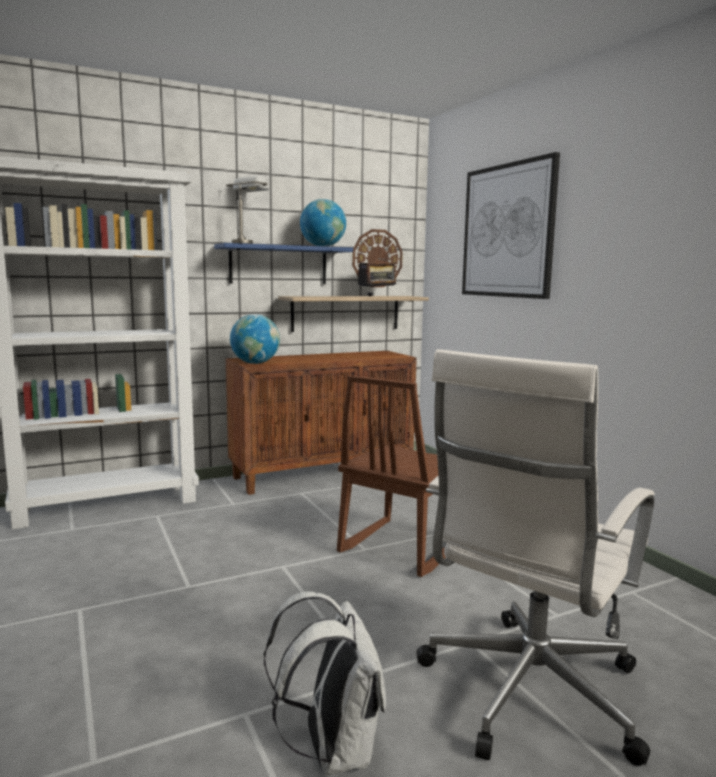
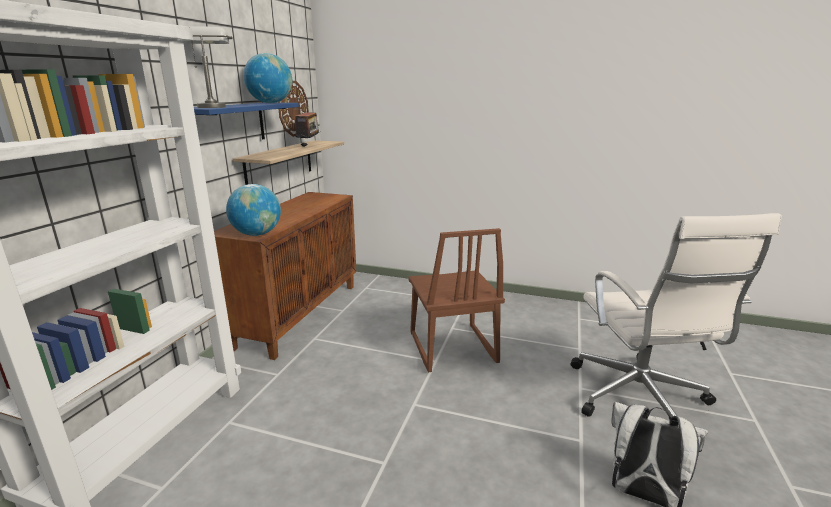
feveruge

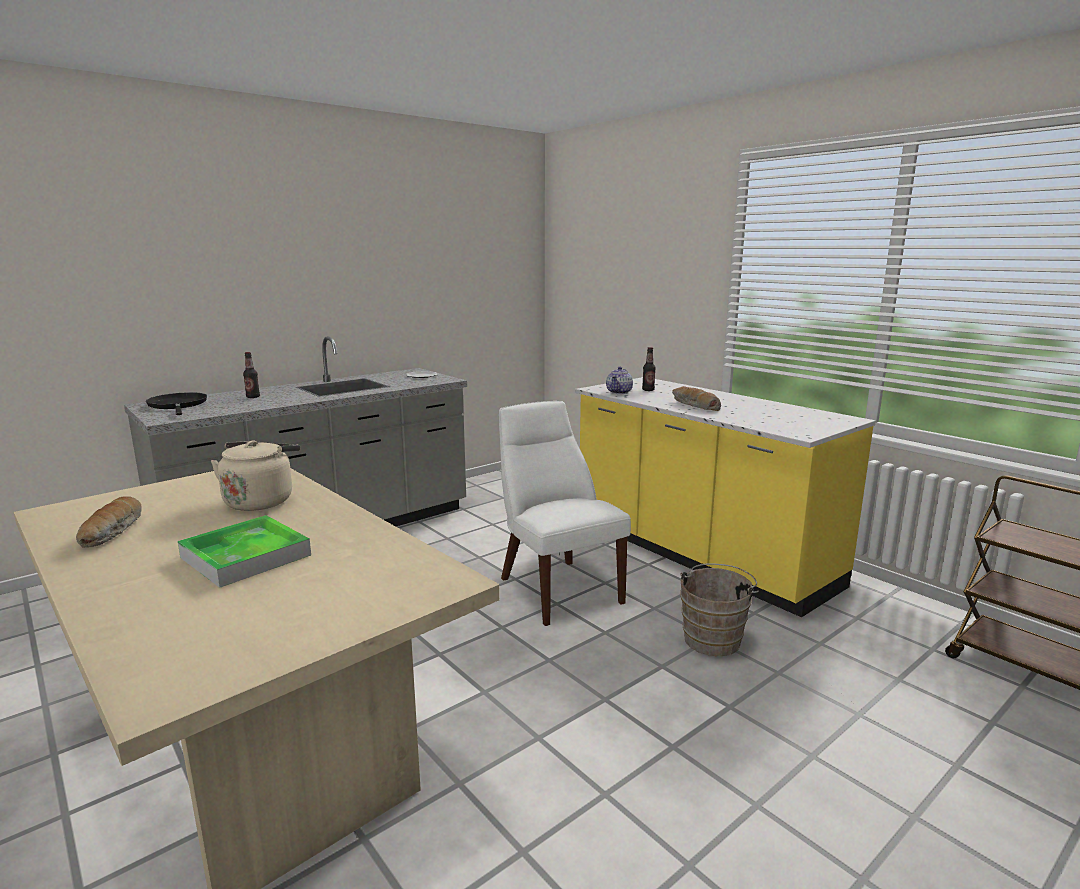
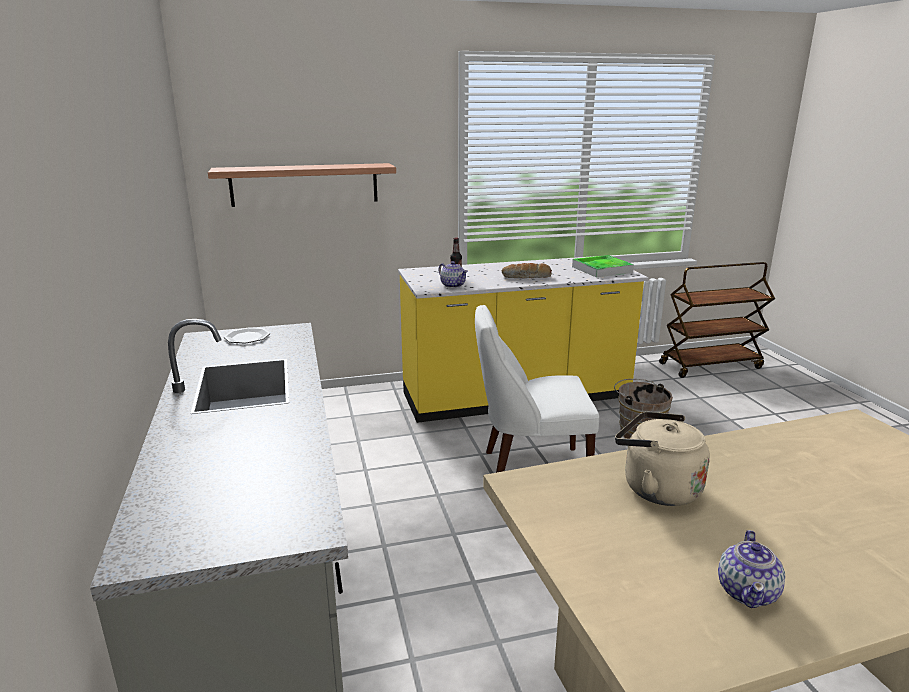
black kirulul; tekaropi (1st from left in the first image); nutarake; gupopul; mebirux (2nd from left)

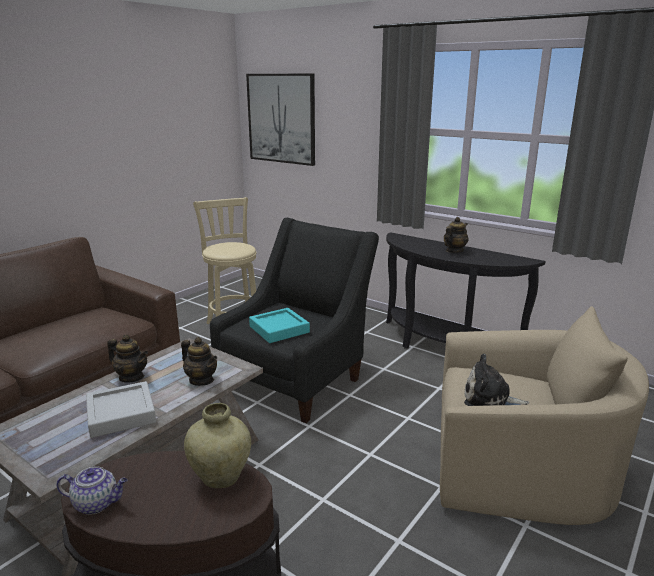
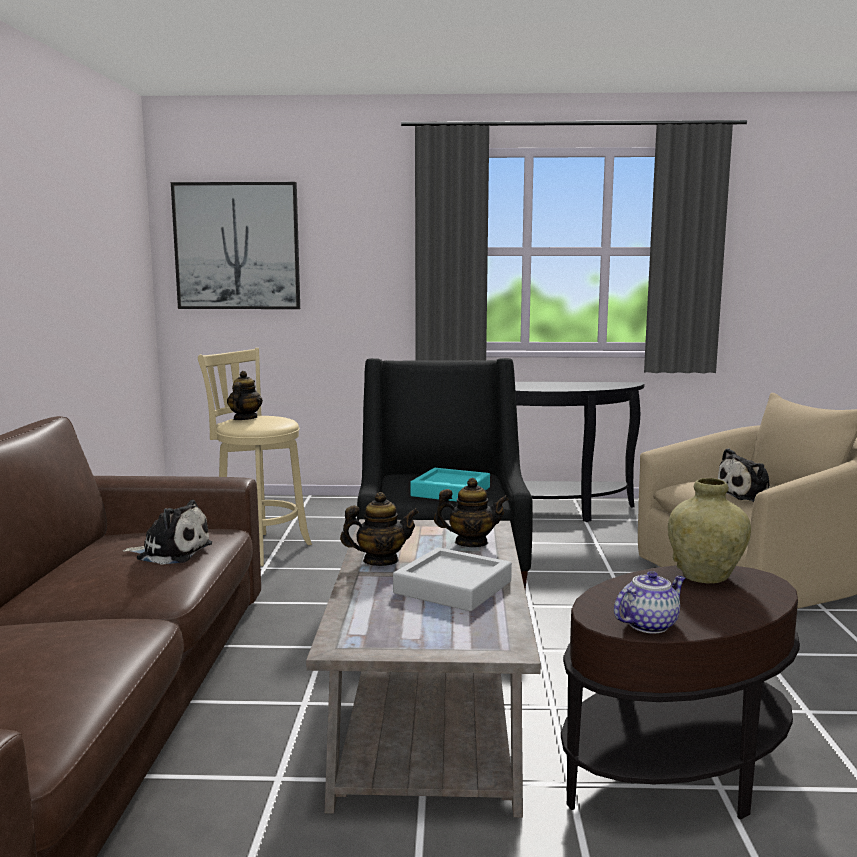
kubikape (1st from left); mebirux (1st from left)

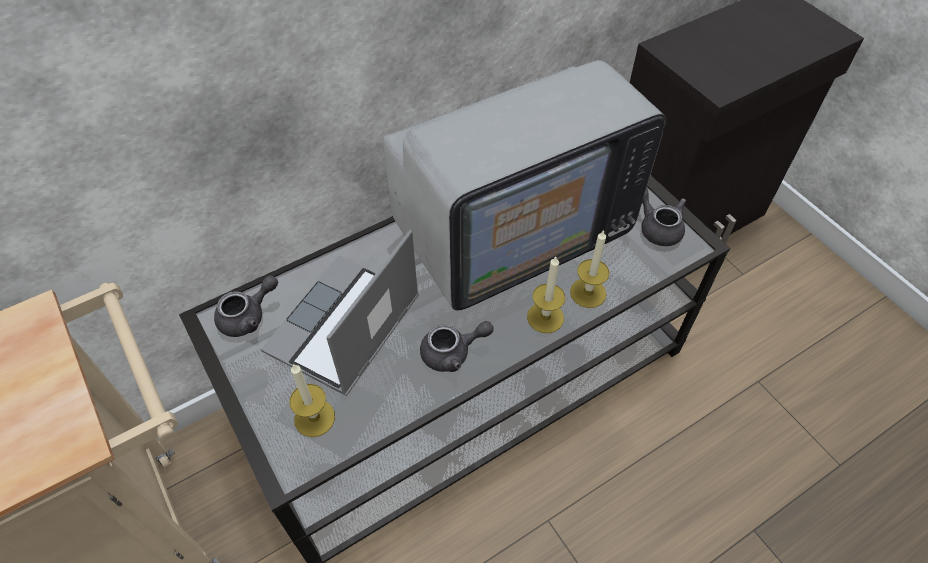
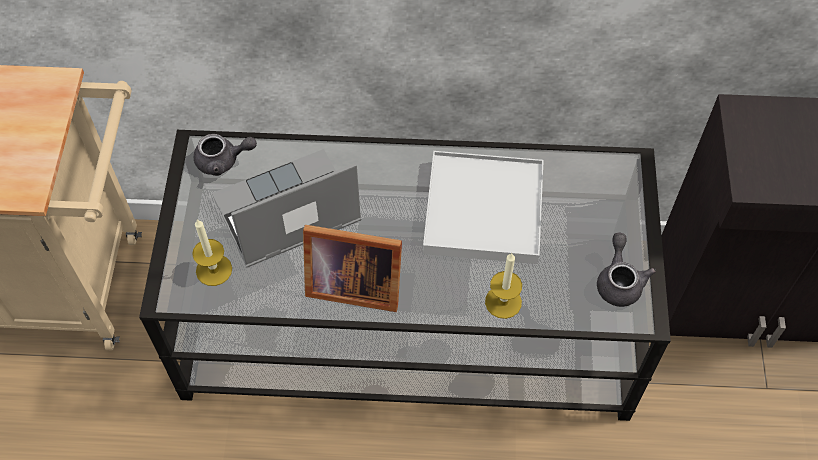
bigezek (2nd from left in the first image); white gupopul; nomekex

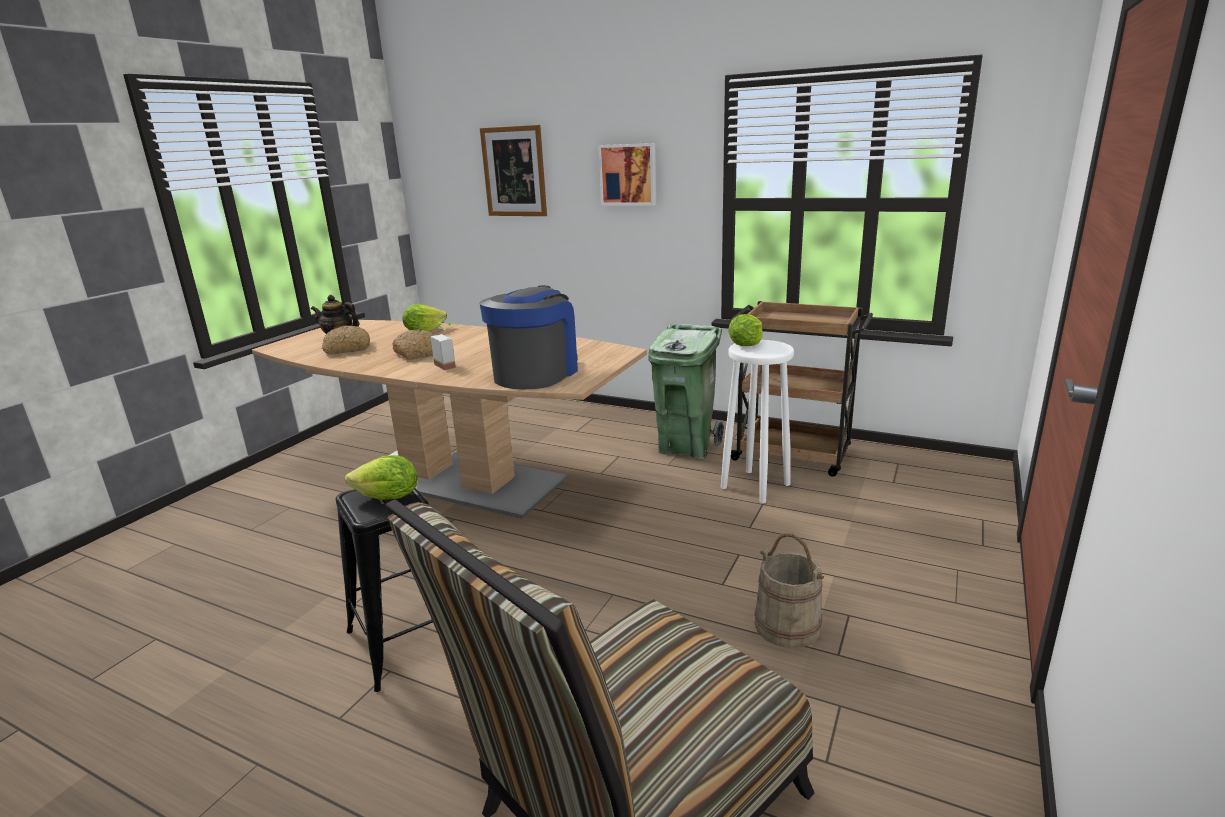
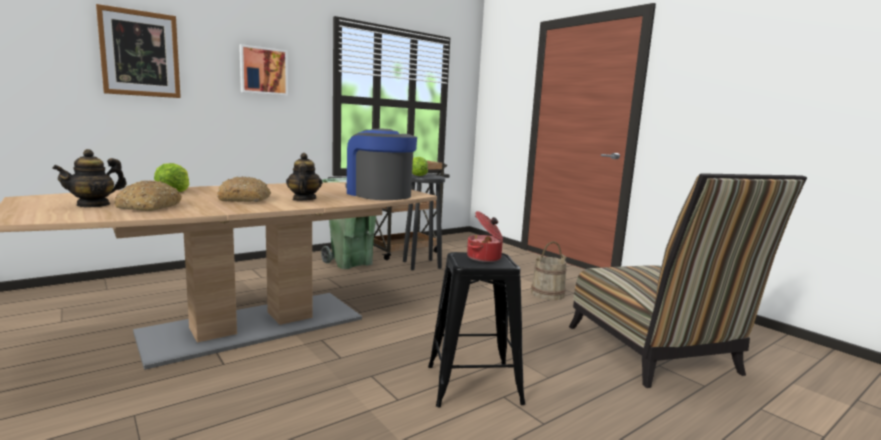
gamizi; mebirux (2nd from left); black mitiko (1st from left)

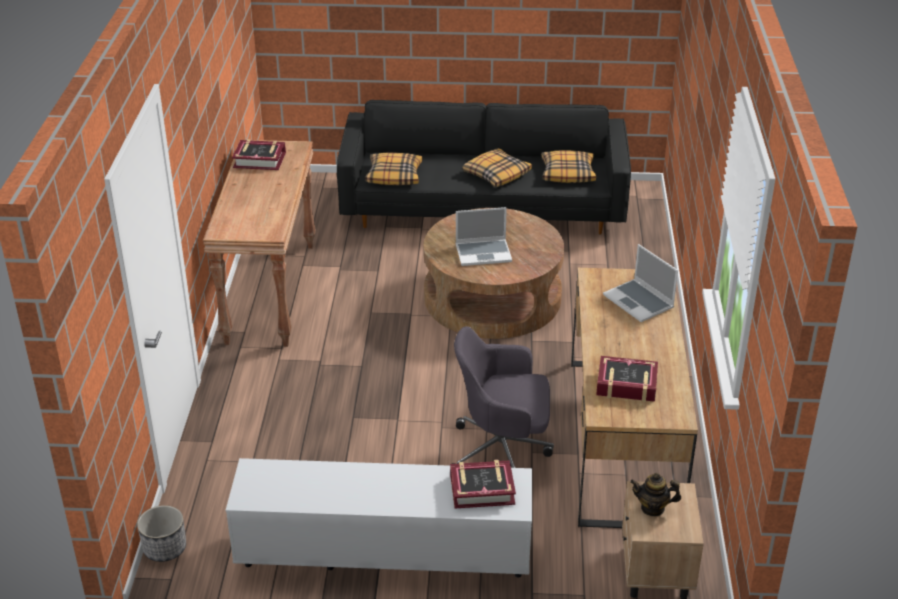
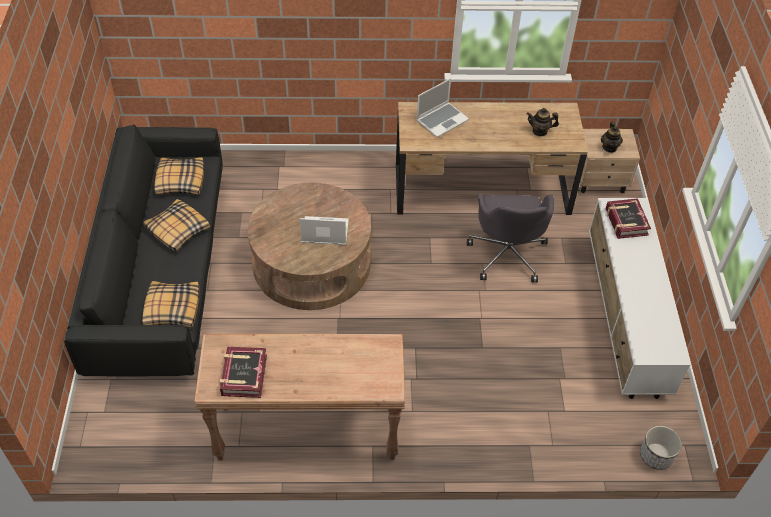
mebirux (1st from left); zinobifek (1st from left)

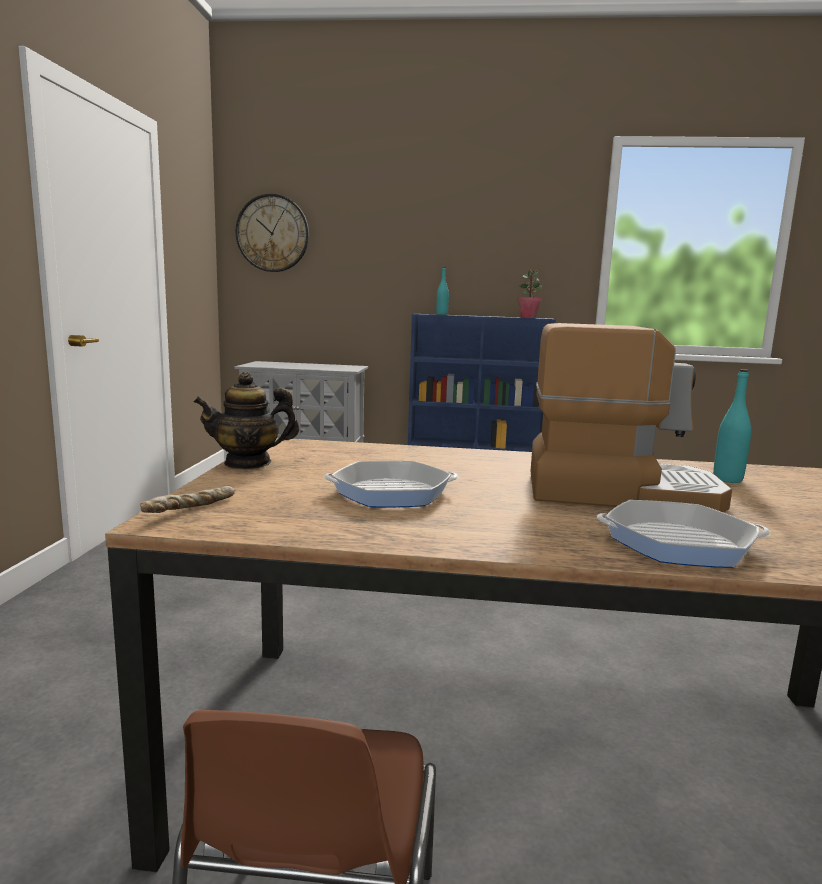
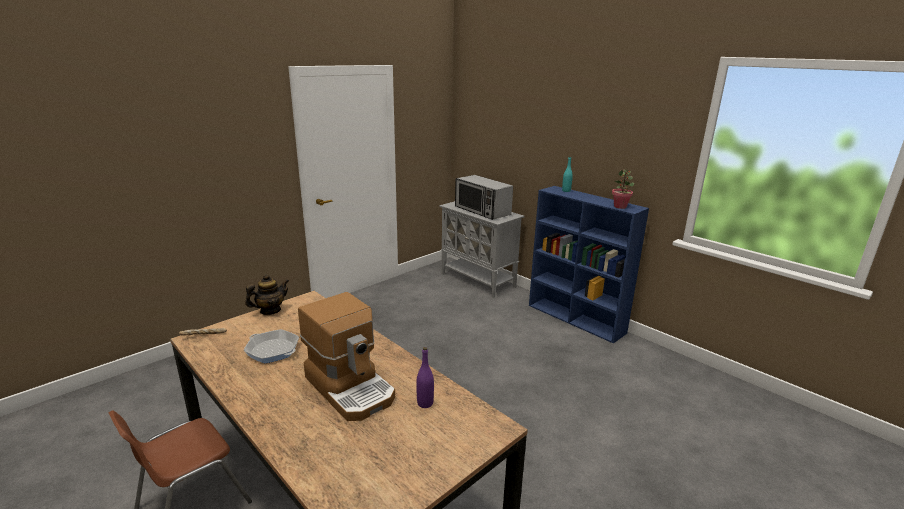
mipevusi; kirulul (2nd from left in the first image); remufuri; purple tekaropi; mebirux

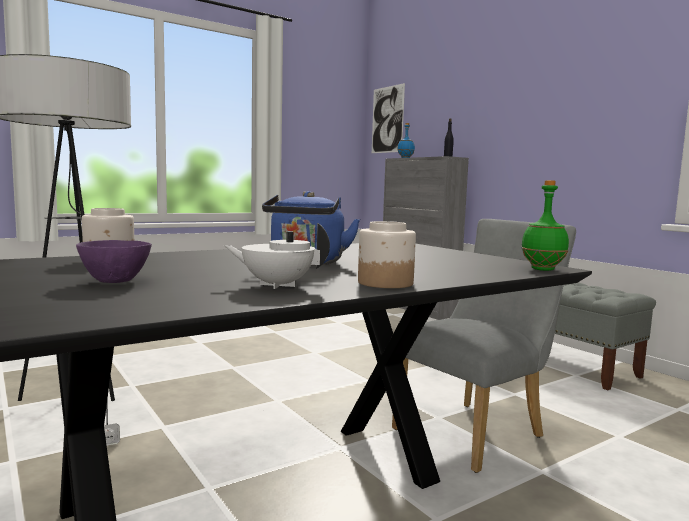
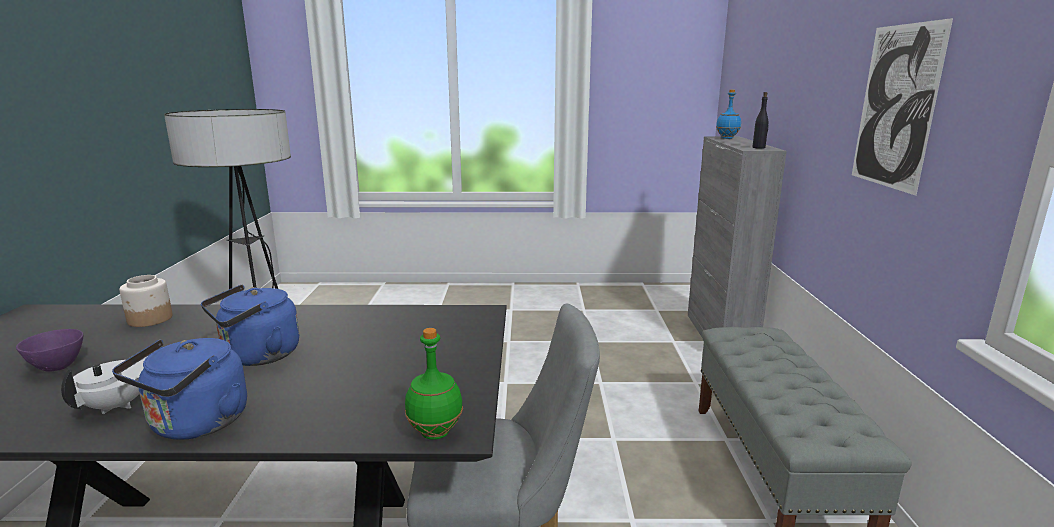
feveruge; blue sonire (1st from left); white mebirux

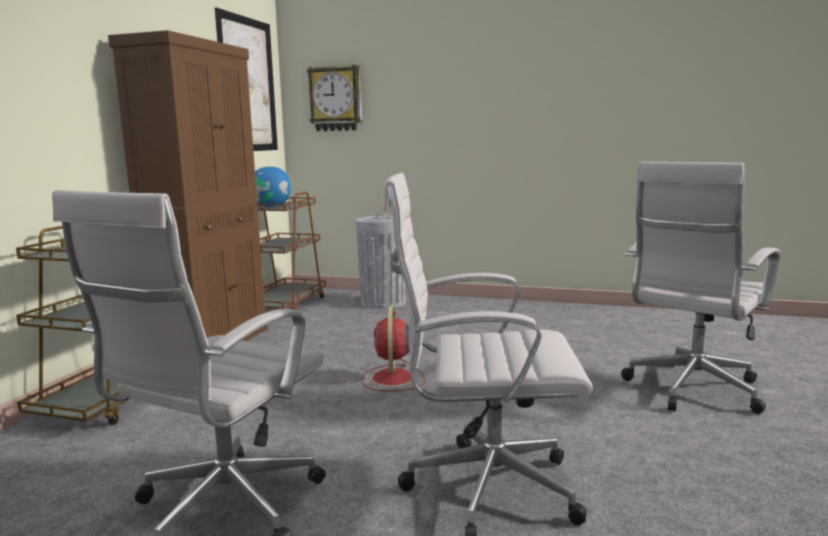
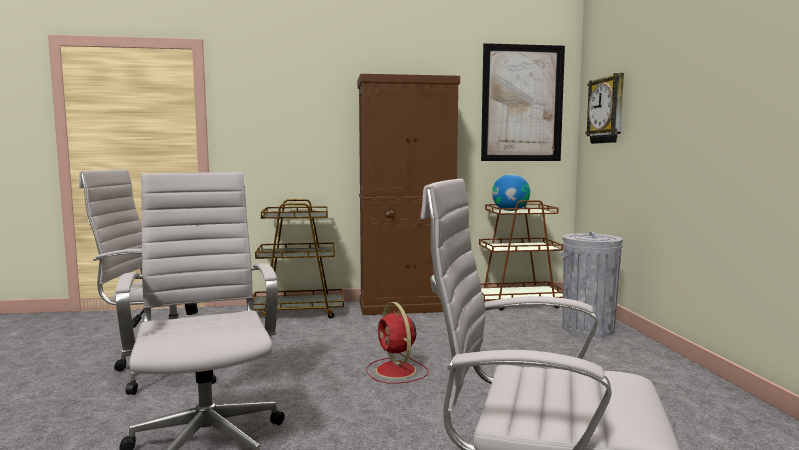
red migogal

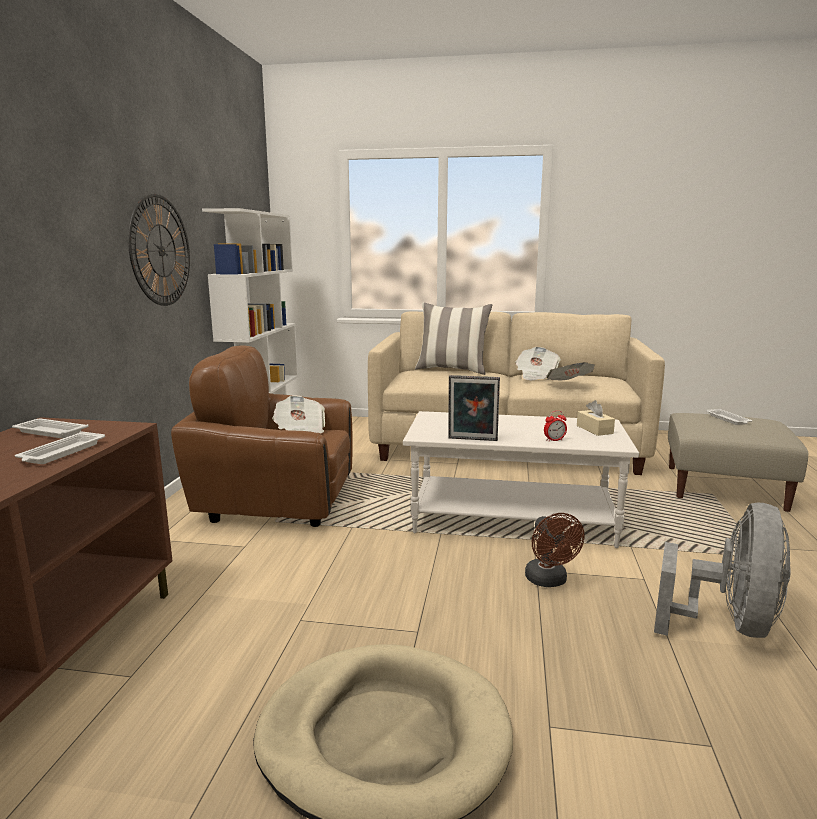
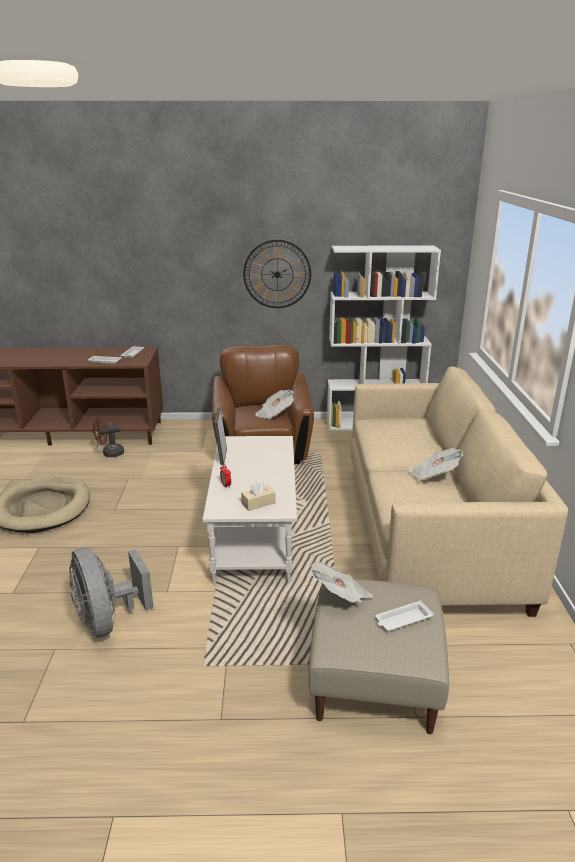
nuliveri; brown migogal; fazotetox (2nd from left); grey migogal

